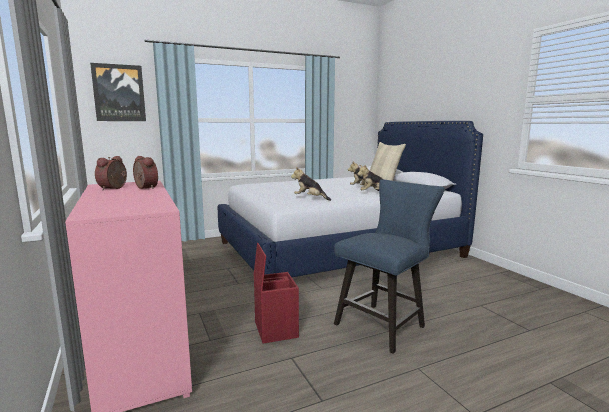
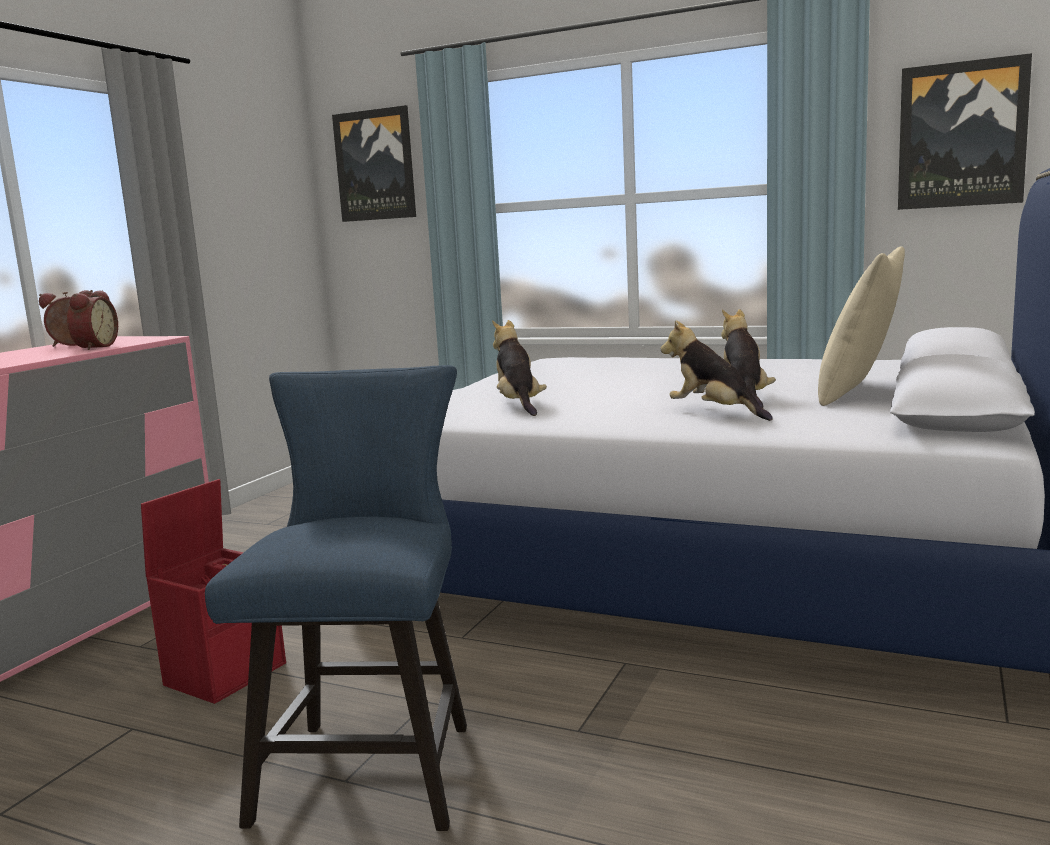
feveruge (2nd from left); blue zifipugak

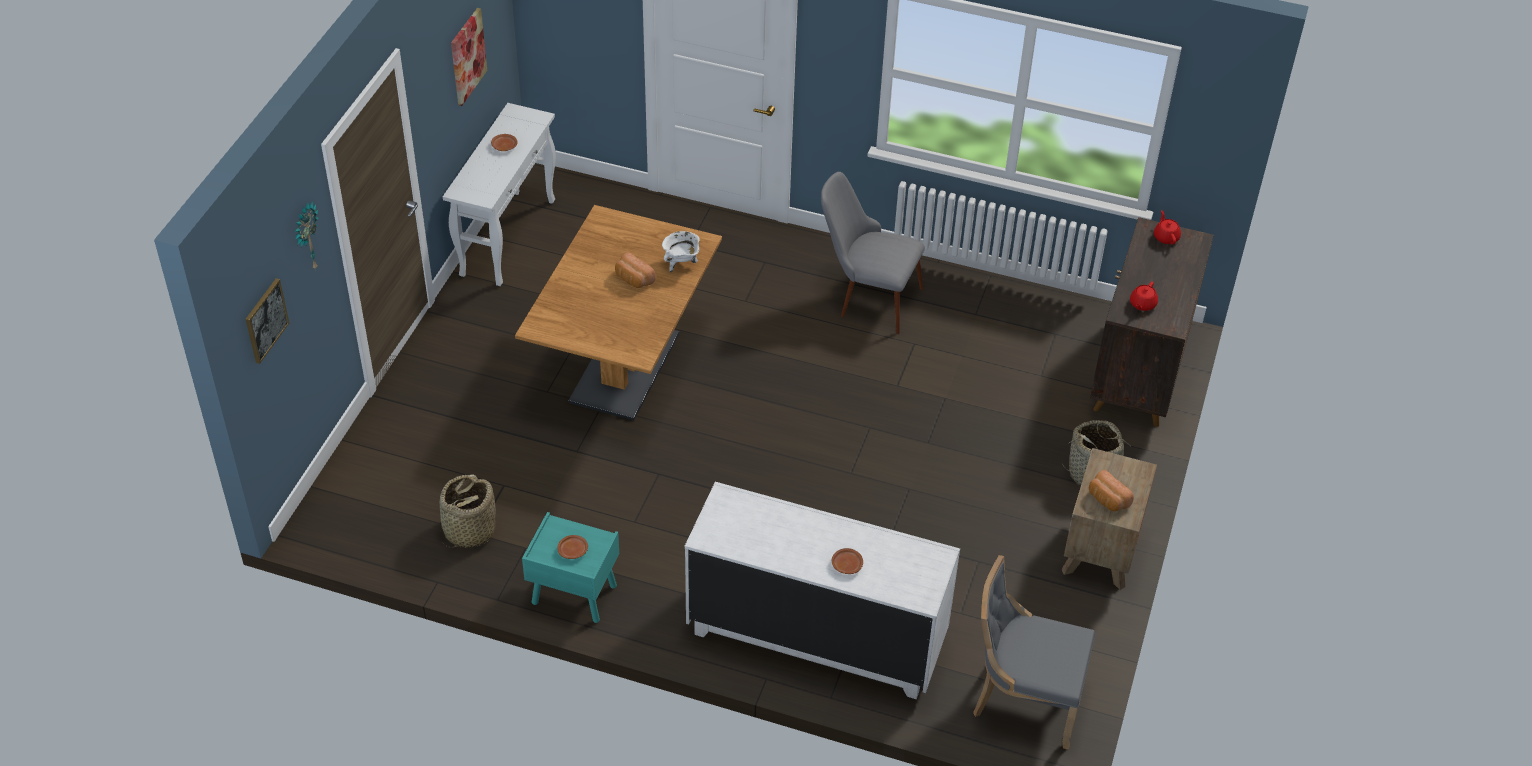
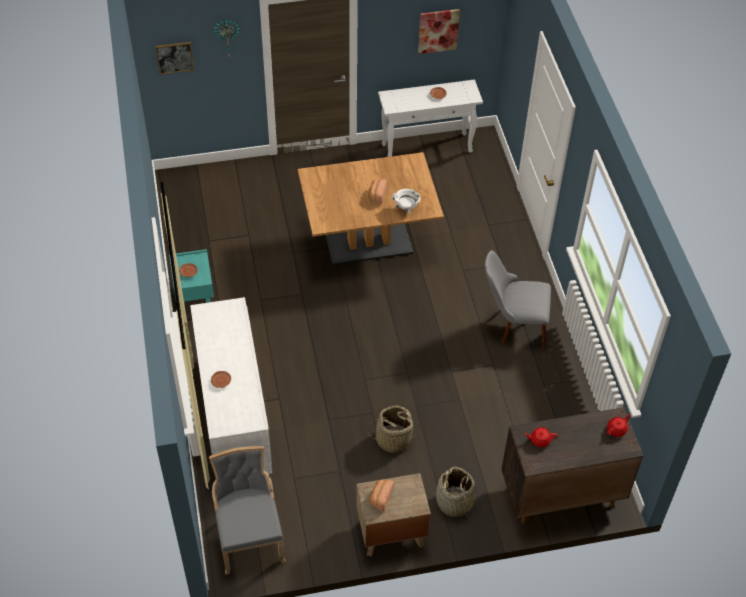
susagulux (1st from left); grey zifipugak (2nd from left)

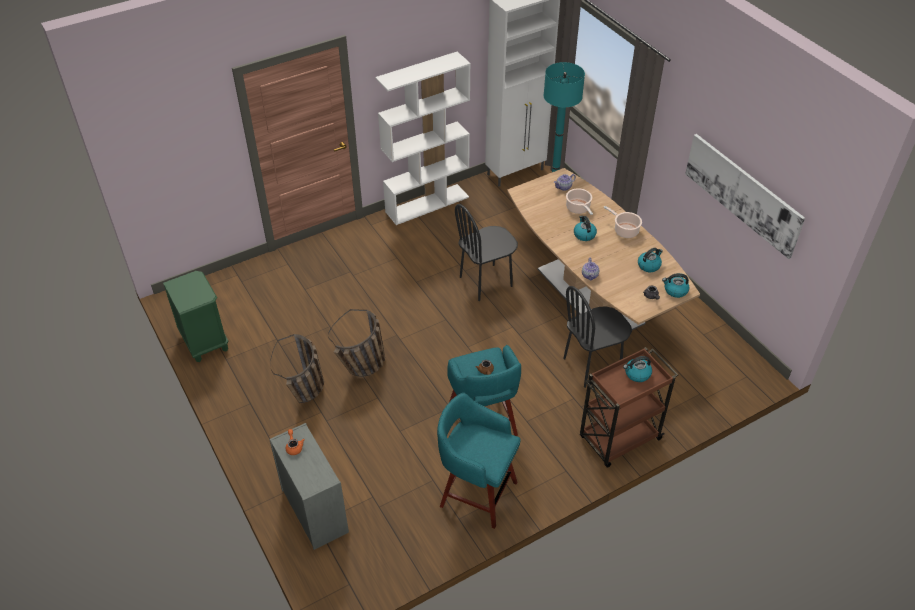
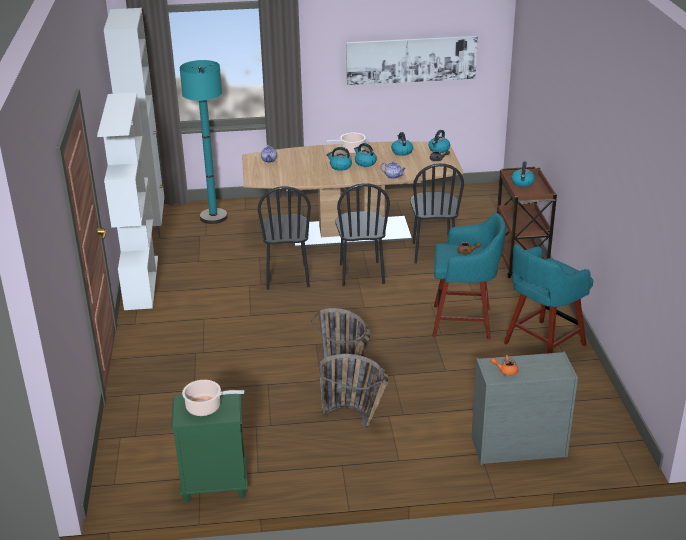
black zifipugak (2nd from left); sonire (2nd from left); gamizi (1st from left)

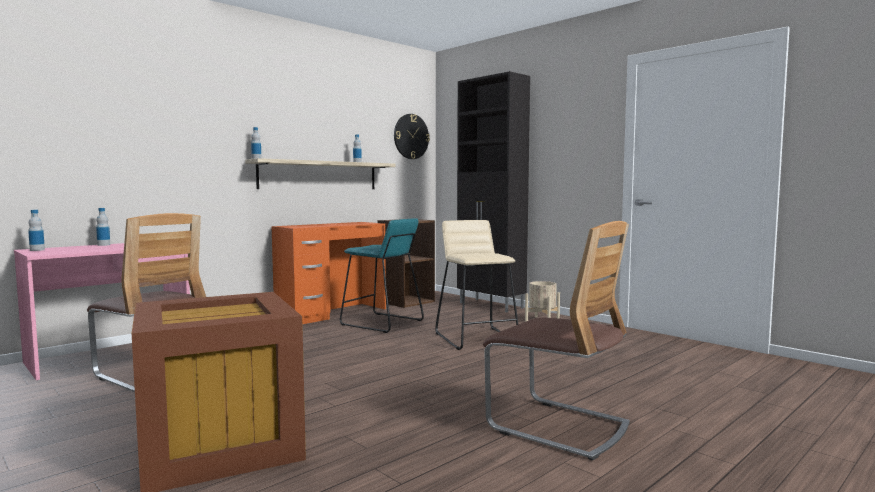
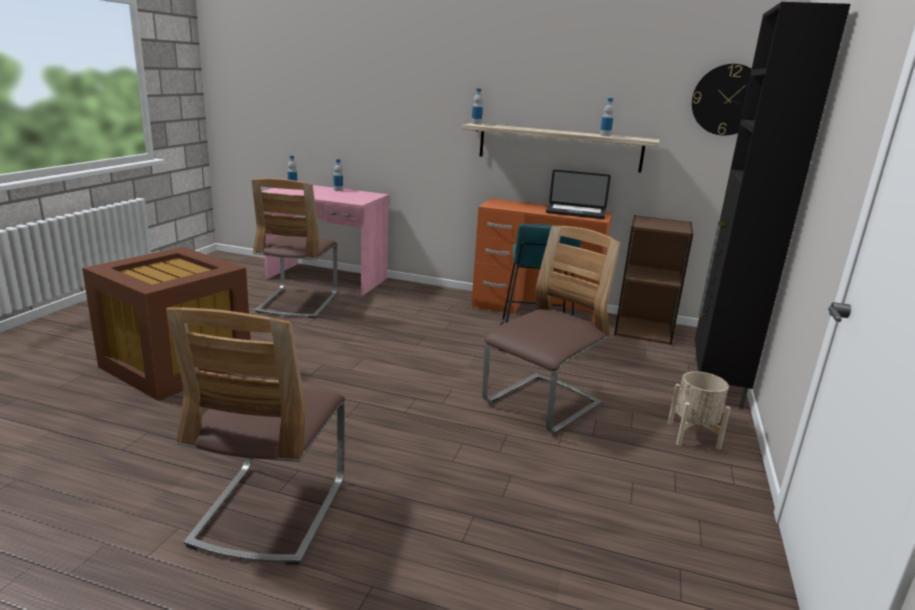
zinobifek; zifipugak (3rd from left)

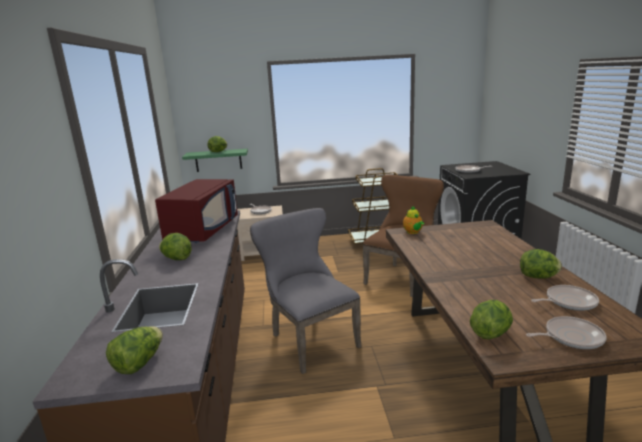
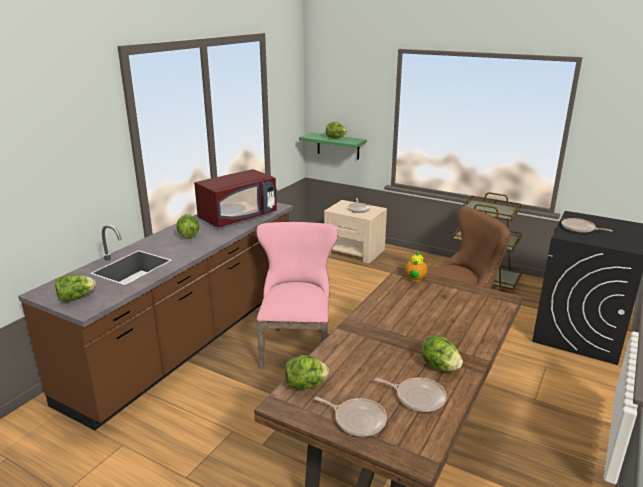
pink zifipugak

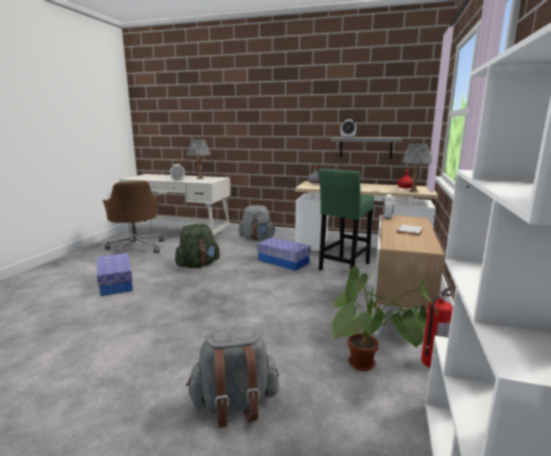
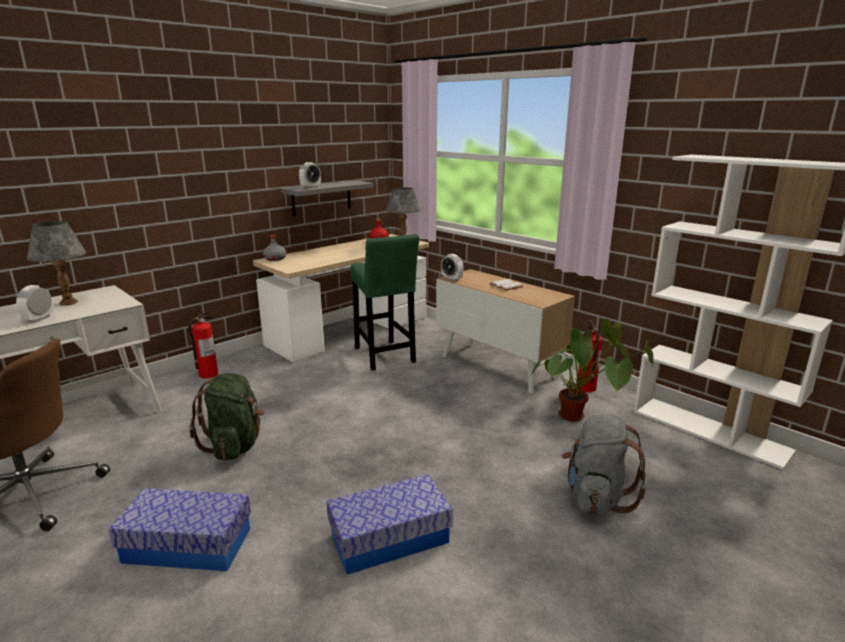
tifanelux (2nd from left); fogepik (1st from left)

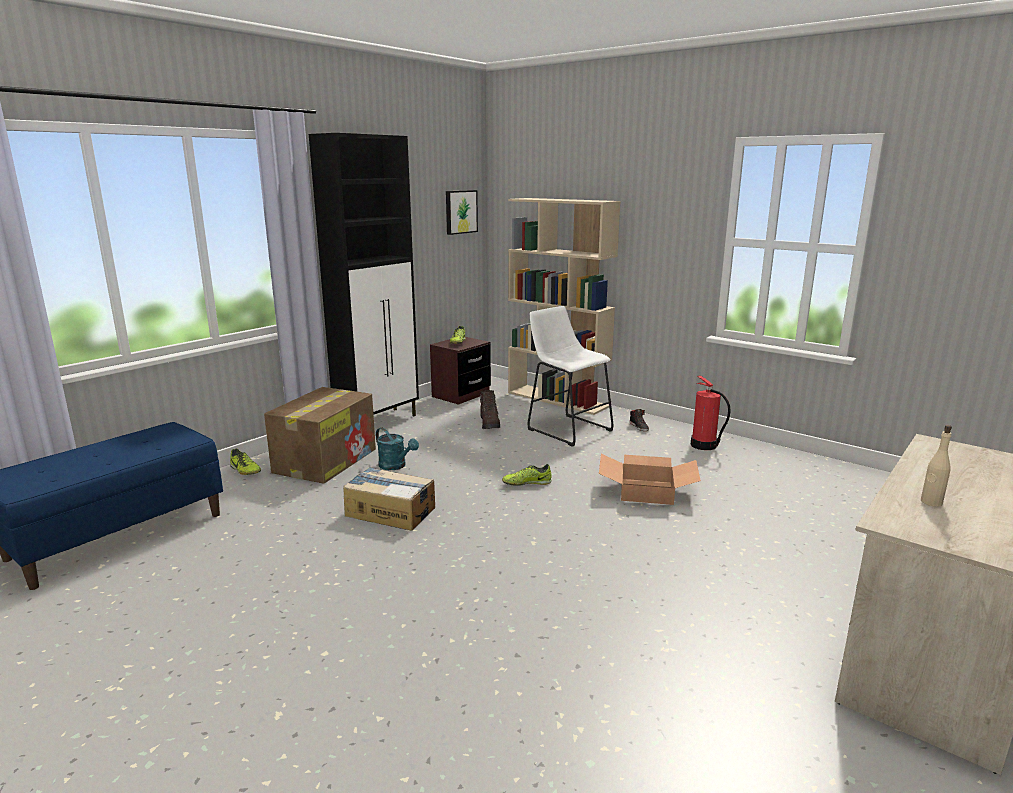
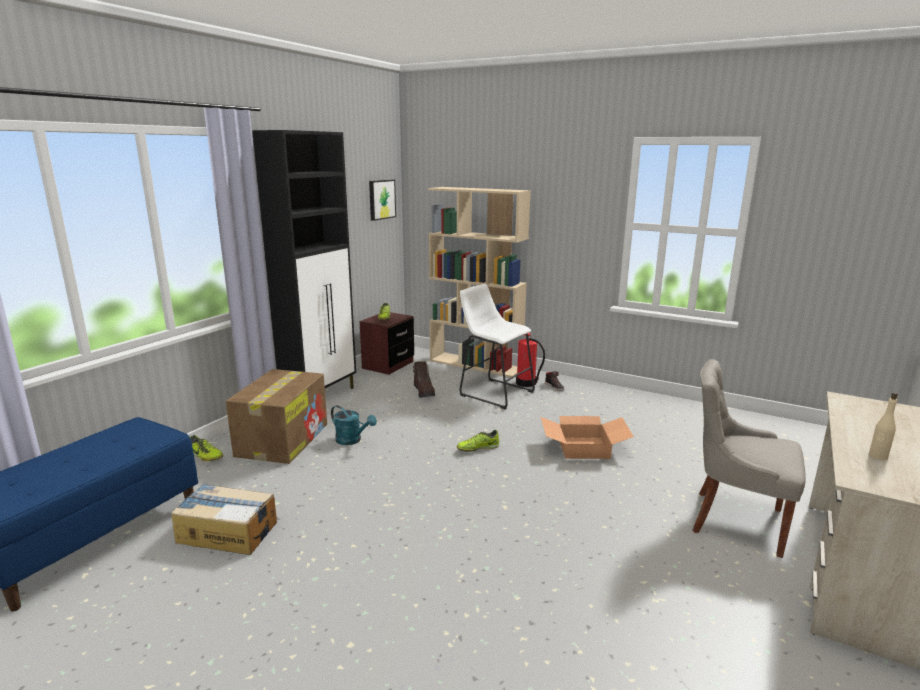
grey zifipugak; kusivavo (1st from left); fogepik

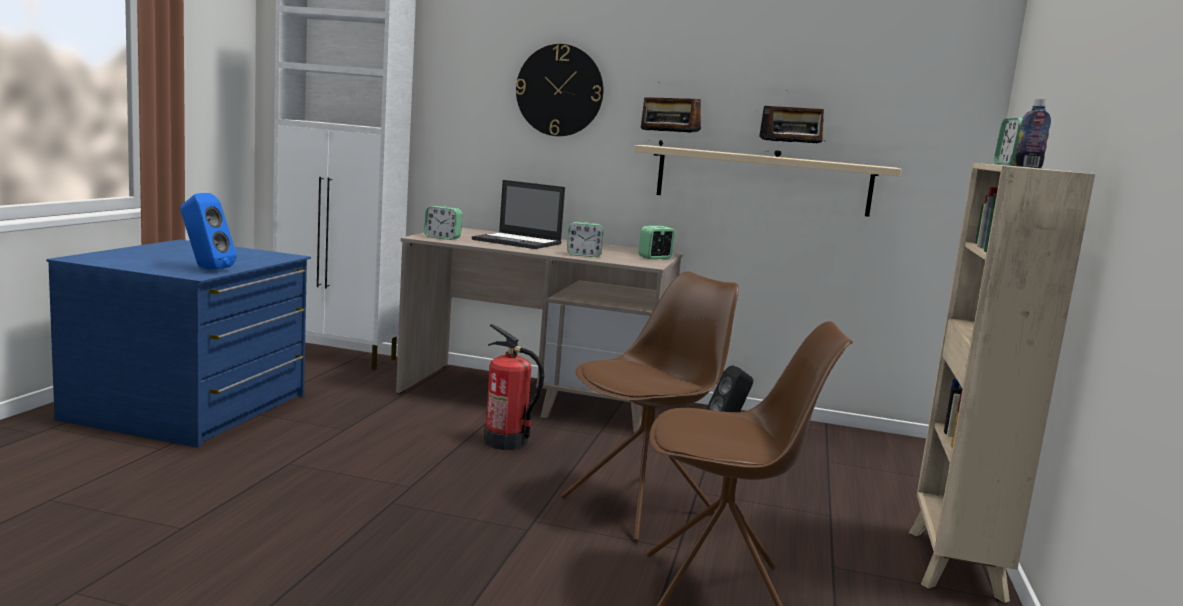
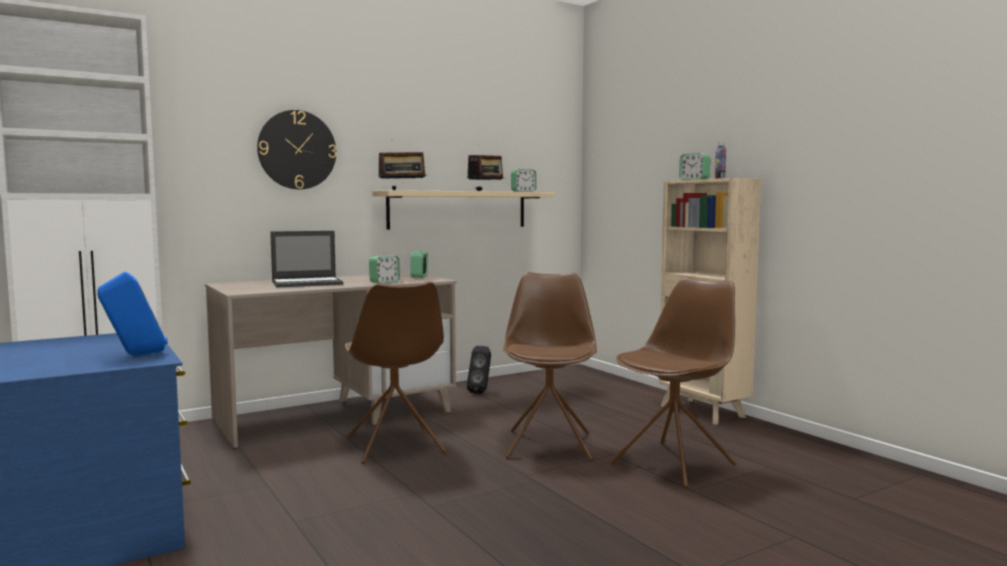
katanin (3rd from left); brown zifipugak (1st from left)

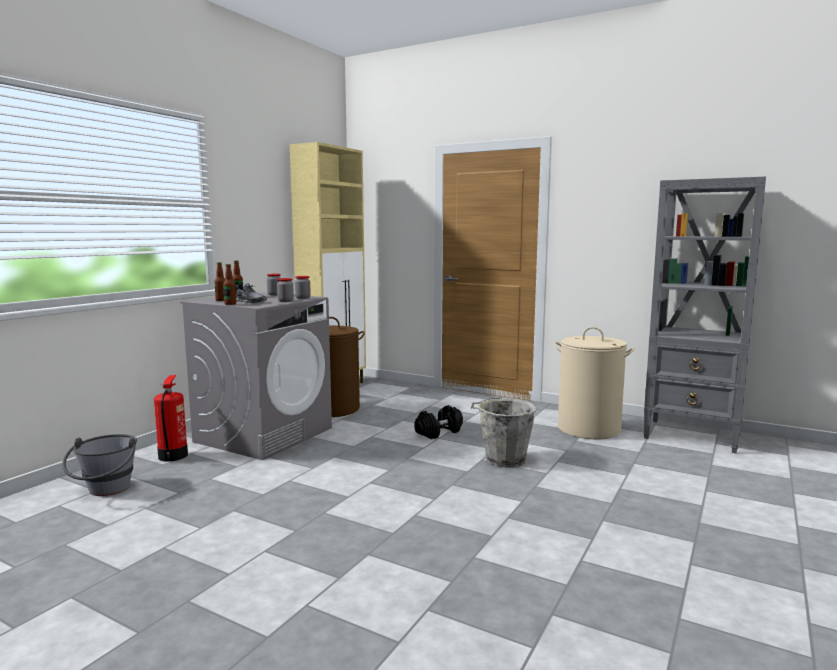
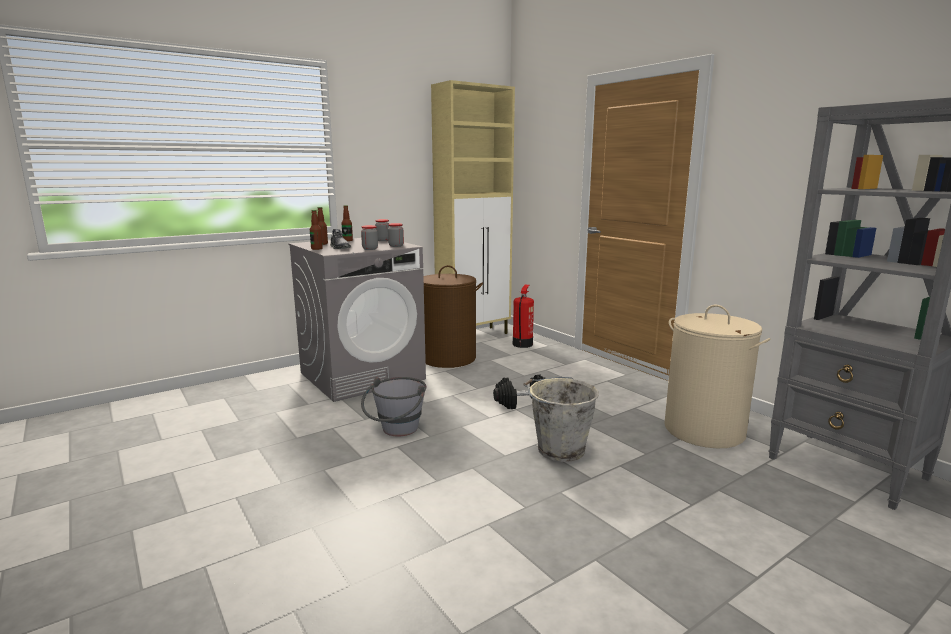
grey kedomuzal (1st from left); fogepik

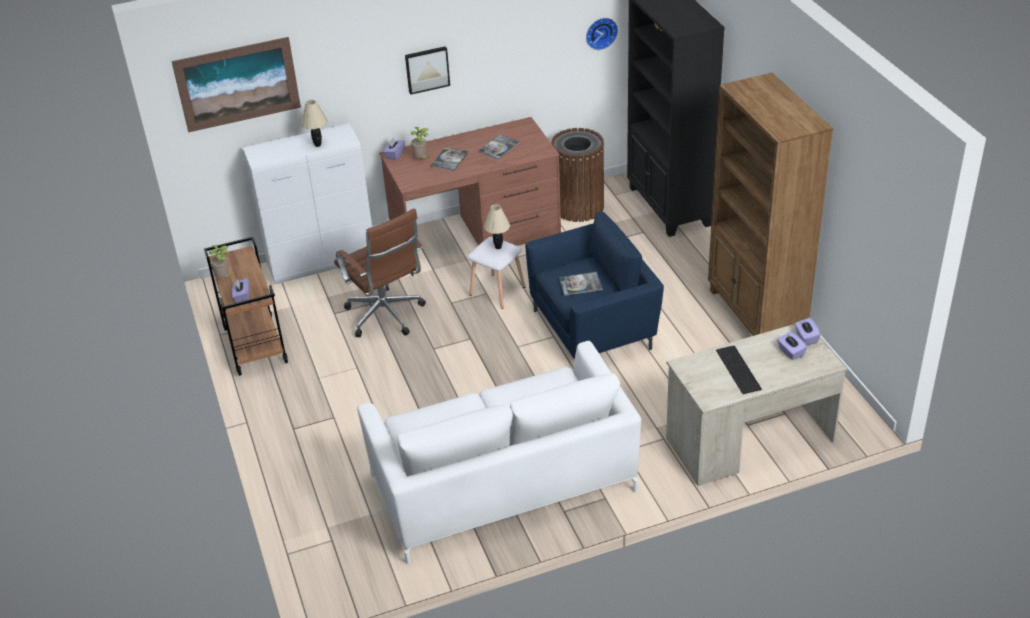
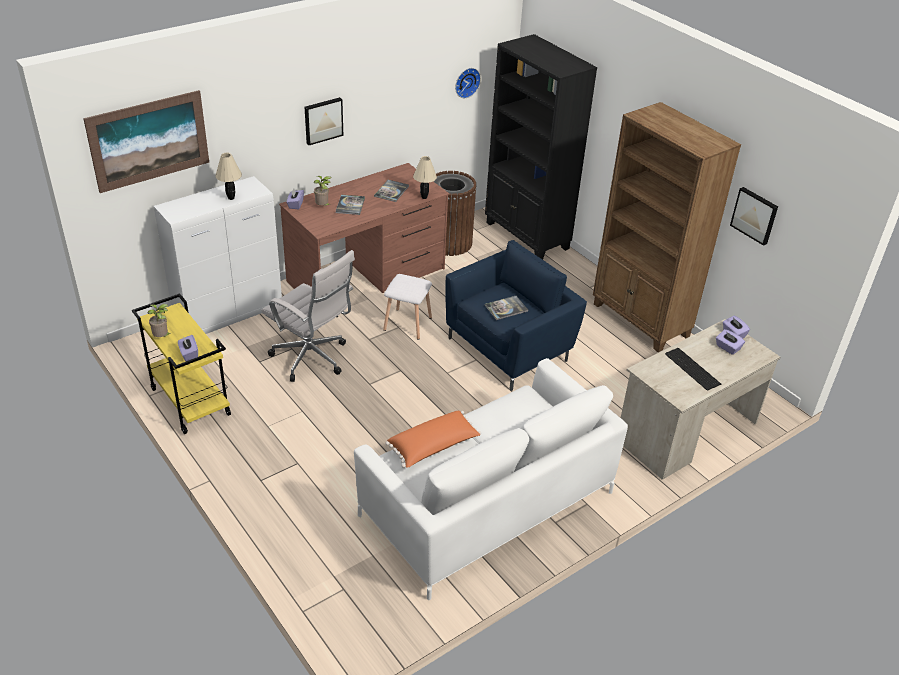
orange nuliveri; feveruge (3rd from left); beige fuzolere (2nd from left); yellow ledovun; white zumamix

